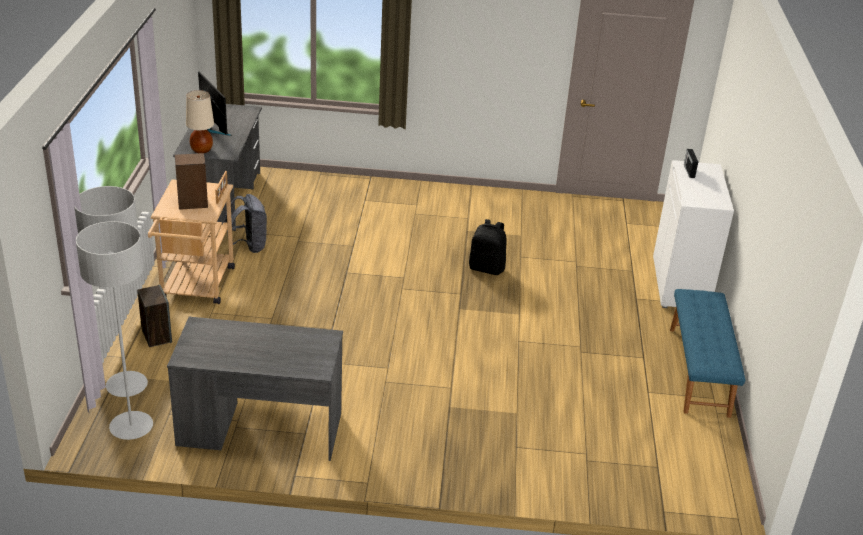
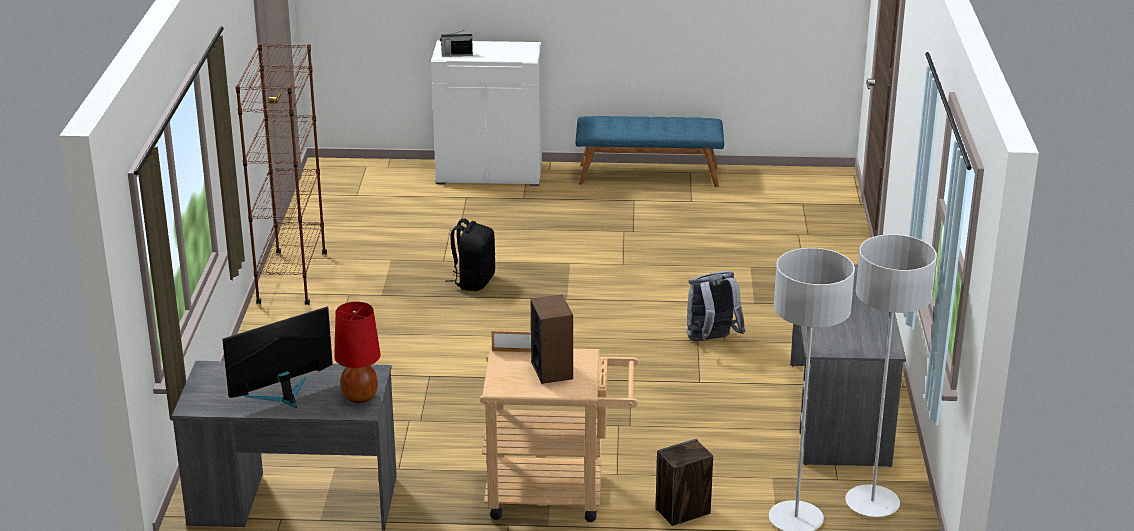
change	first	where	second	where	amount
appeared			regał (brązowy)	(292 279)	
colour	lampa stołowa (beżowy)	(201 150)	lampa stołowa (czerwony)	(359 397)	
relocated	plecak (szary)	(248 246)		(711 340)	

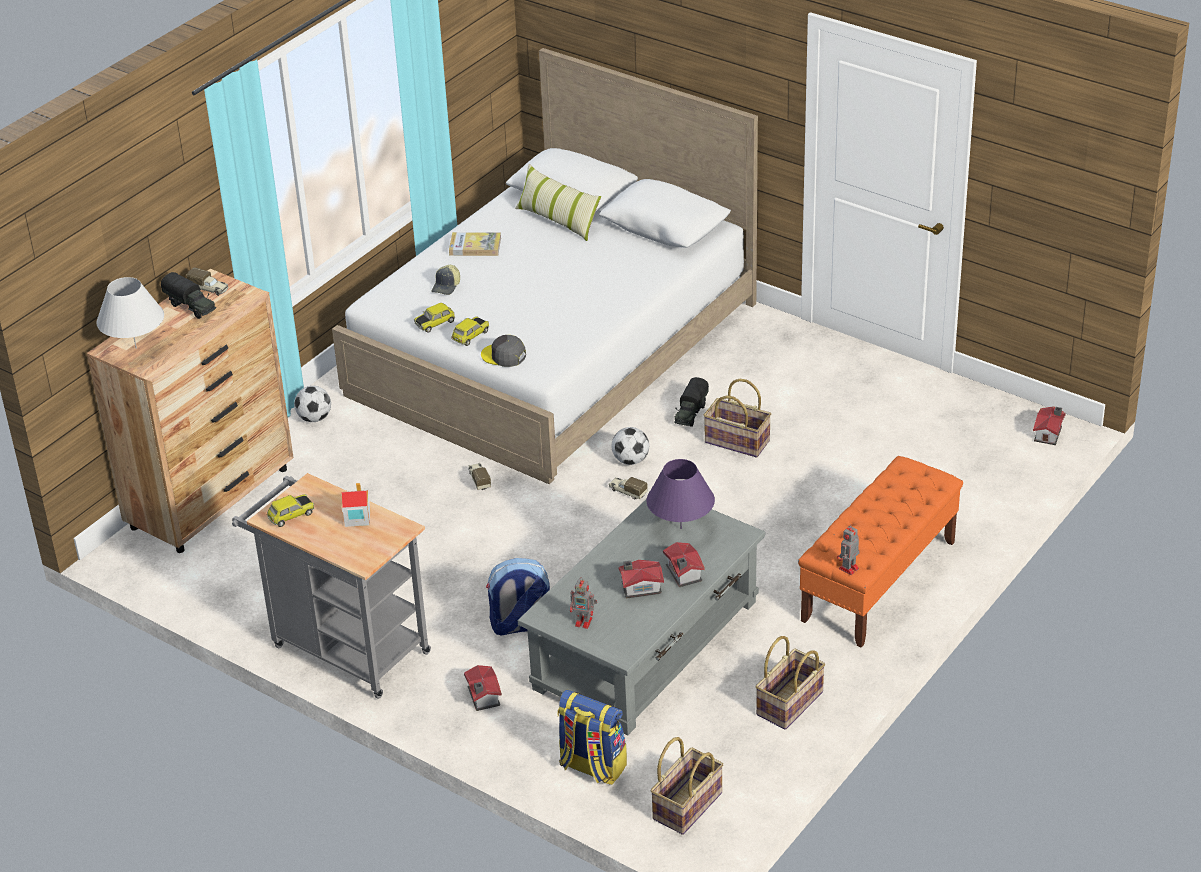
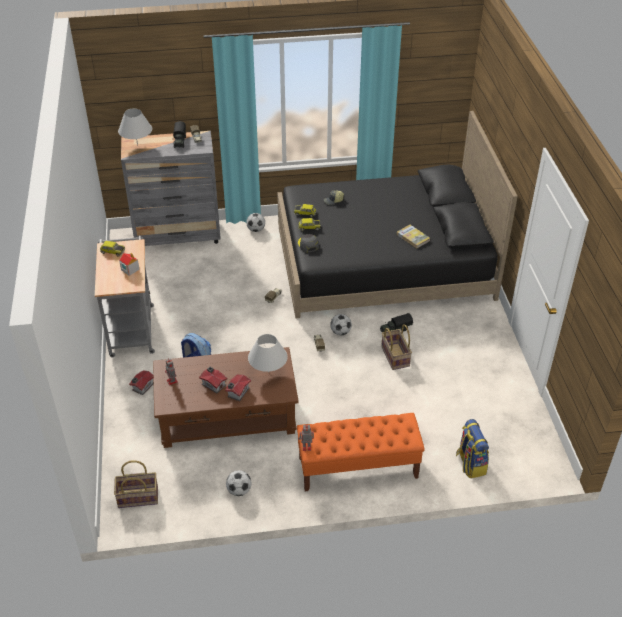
change	first	where	second	where	amount
colour	komoda (brązowy)	(212 498)	komoda (szary)	(178 236)	
colour	ława (szary)	(647 644)	ława (brązowy)	(228 416)	
exchanged	koszyk	(790 704)	piłka futbolowa	(239 490)	
colour	lampa stołowa (fioletowy)	(680 528)	lampa stołowa (biały)	(268 372)	
colour	łóżko (biały)	(554 348)	łóżko (czarny)	(383 262)	
relocated	książka	(475 246)		(413 237)	
relocated	plecak	(591 766)		(470 463)	
missing	poduszka	(558 220)			
missing	domek	(1049 434)			

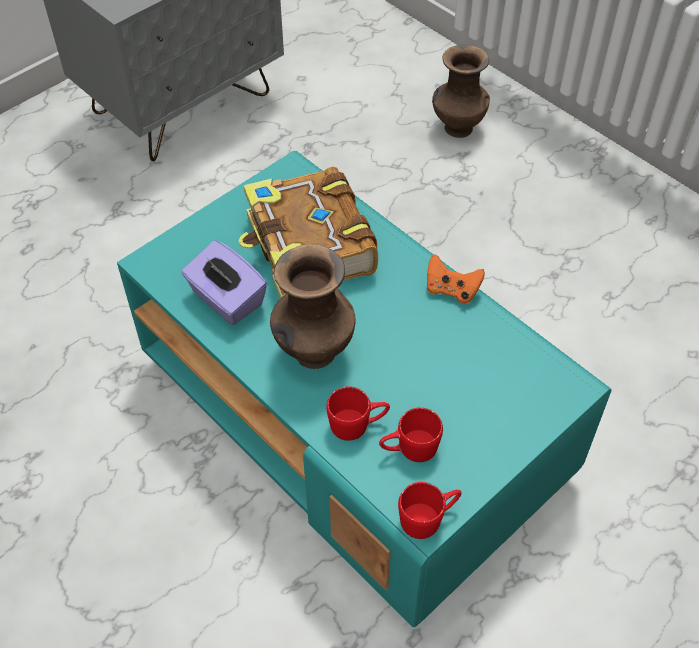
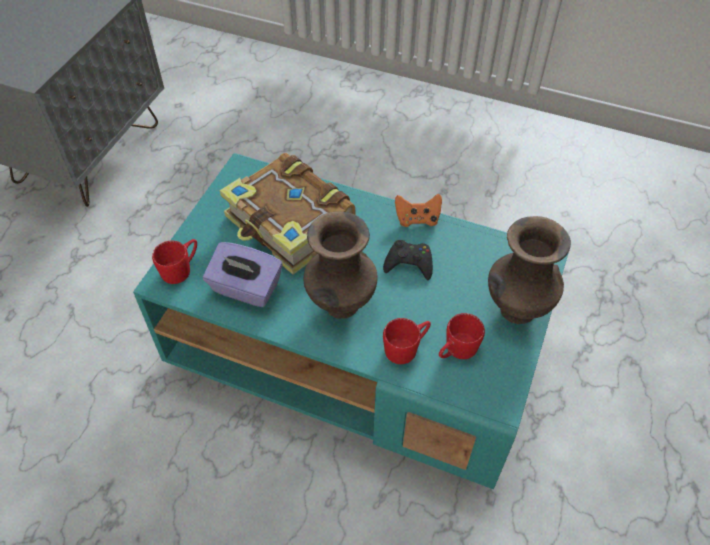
change	first	where	second	where	amount
relocated	kubek (czerwony)	(429 516)		(181 267)	
appeared			pad do gier (czarny)	(409 263)	
relocated	wazon (brązowy)	(457 128)		(516 310)	

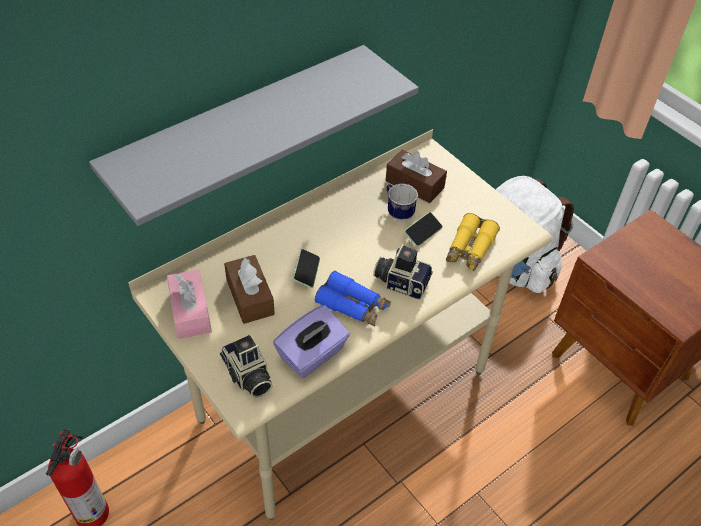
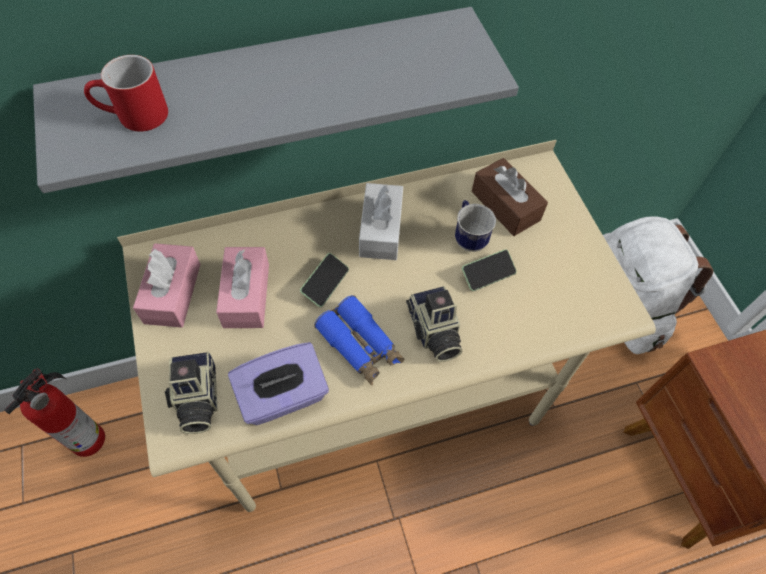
change	first	where	second	where	amount
appeared			kubek (czerwony)	(133 117)	
colour	pudełko chusteczek (brązowy)	(250 297)	pudełko chusteczek (różowy)	(246 295)	
appeared			pudełko chusteczek (biały)	(381 230)	
spun	aparat fotograficzny	(401 282)		(433 333)	150 degrees counterclockwise
missing	lornetka (żółty)	(470 249)			

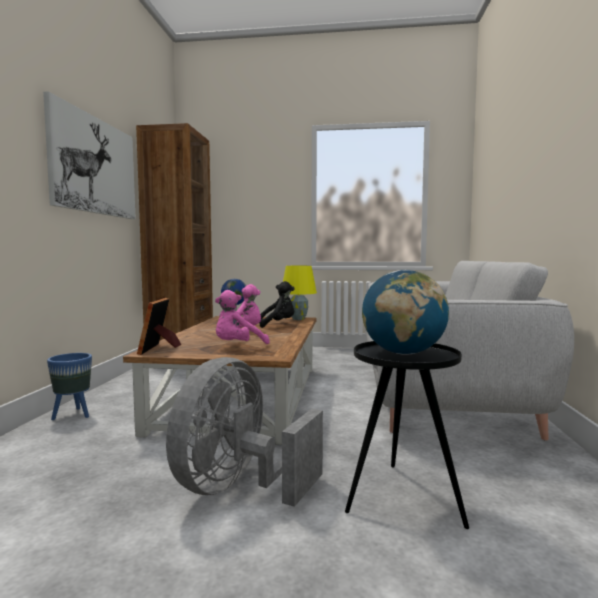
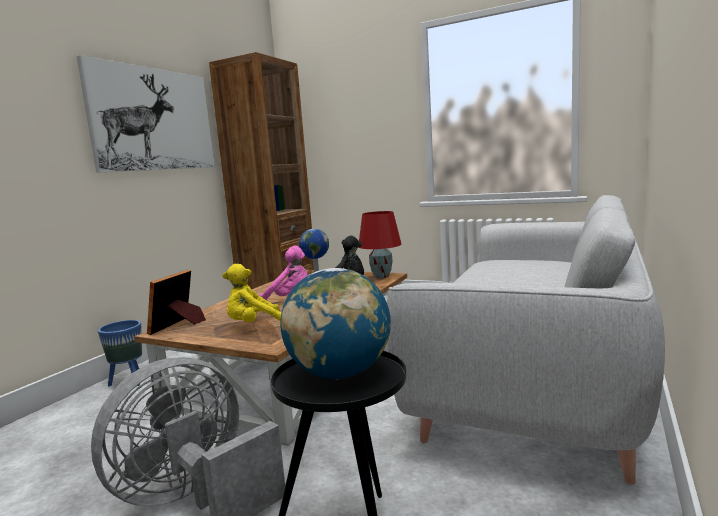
change	first	where	second	where	amount
colour	pluszak (różowy)	(238 347)	pluszak (żółty)	(255 326)	
colour	lampa stołowa (żółty)	(298 319)	lampa stołowa (czerwony)	(381 276)	

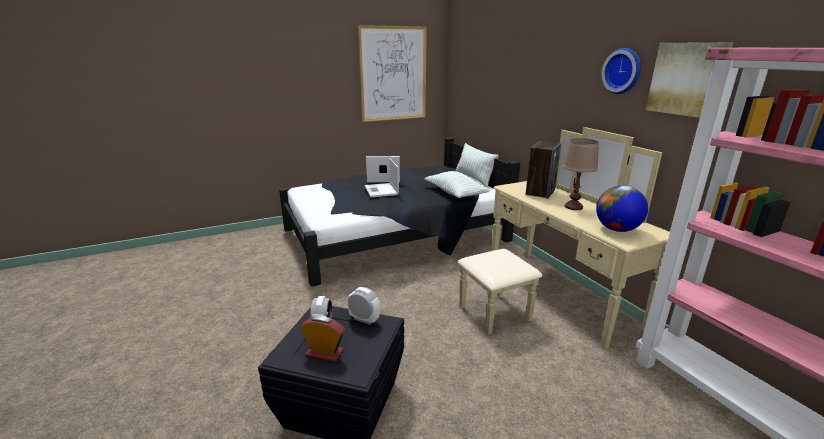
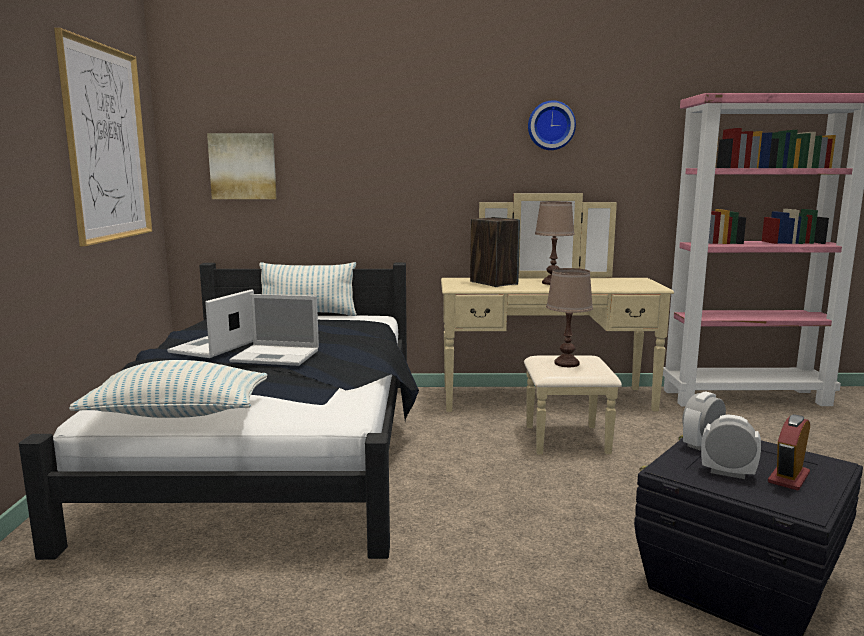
change	first	where	second	where	amount
relocated	poduszka	(455 193)		(178 414)	
relocated	obraz	(687 79)		(243 166)	
appeared			lampa stołowa (brązowy)	(567 363)	
missing	globus	(617 229)			

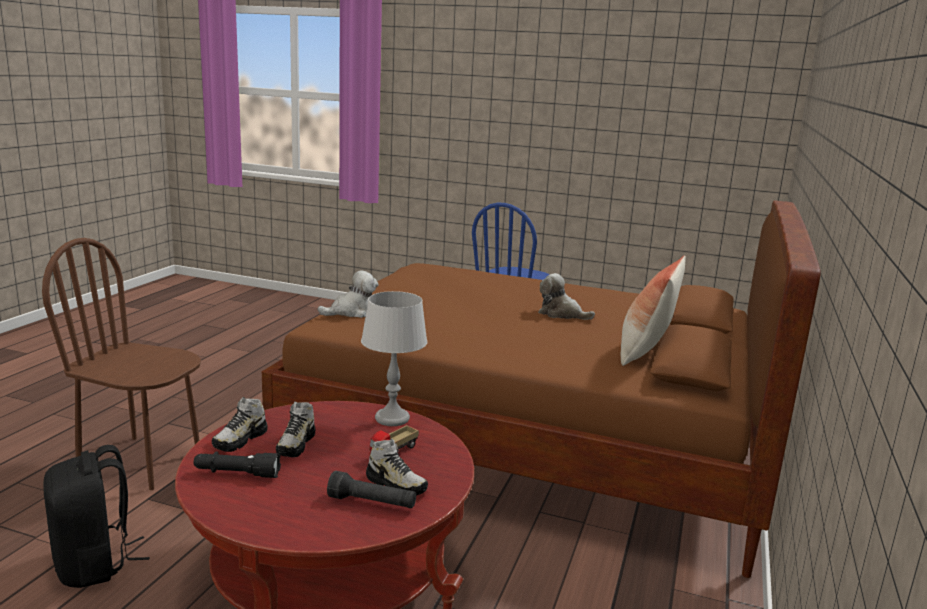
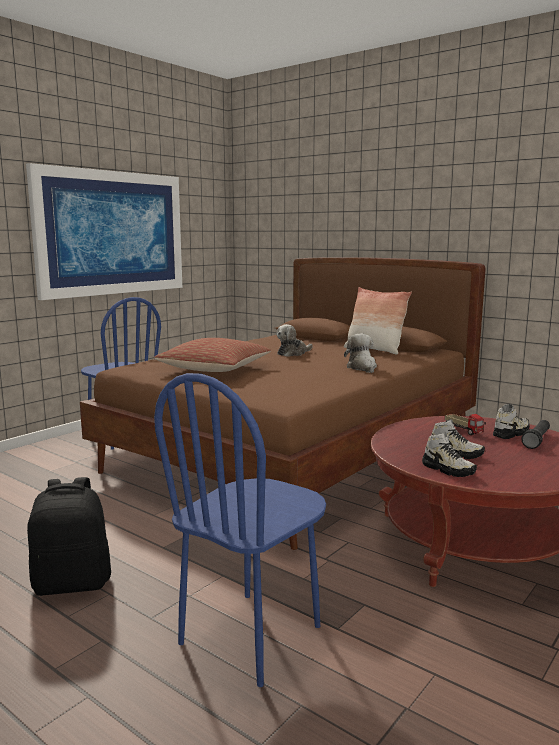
change	first	where	second	where	amount
appeared			obraz	(111 233)	
relocated	plecak (czarny)	(95 564)		(73 583)	
appeared			poduszka	(215 369)	
colour	krzesło (brązowy)	(141 463)	krzesło (niebieski)	(251 635)	
relocated	pluszak	(352 312)		(362 368)	
missing	latarka (czarny)	(237 473)			
missing	lampa stołowa (szary)	(391 418)			

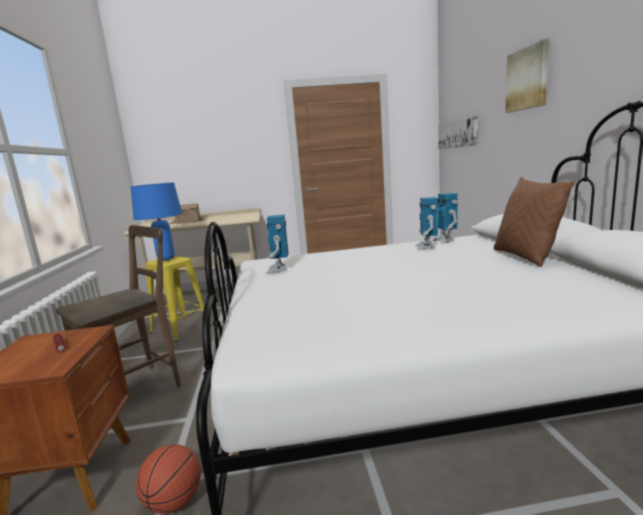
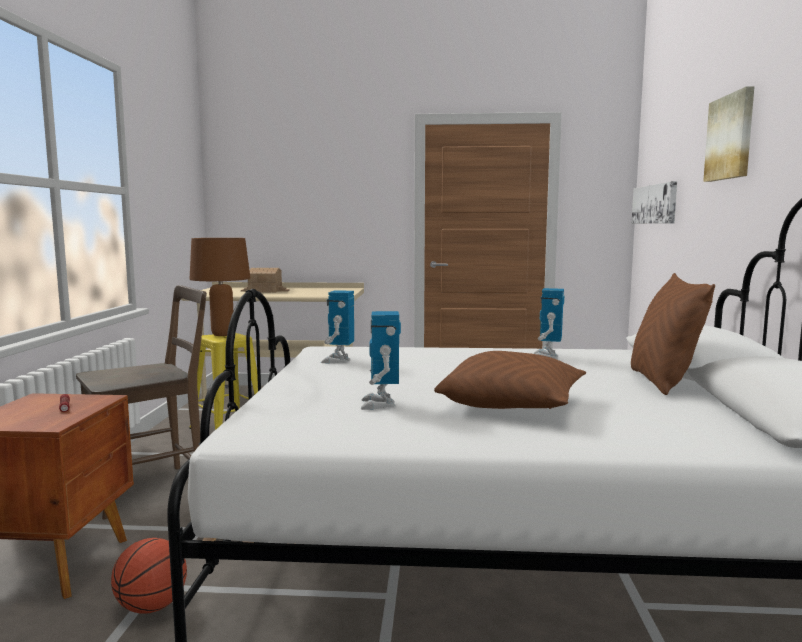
change	first	where	second	where	amount
colour	lampa stołowa (niebieski)	(166 259)	lampa stołowa (brązowy)	(223 334)	
relocated	robot zabawkowy	(445 240)		(380 404)	
appeared			poduszka (brązowy)	(512 404)	

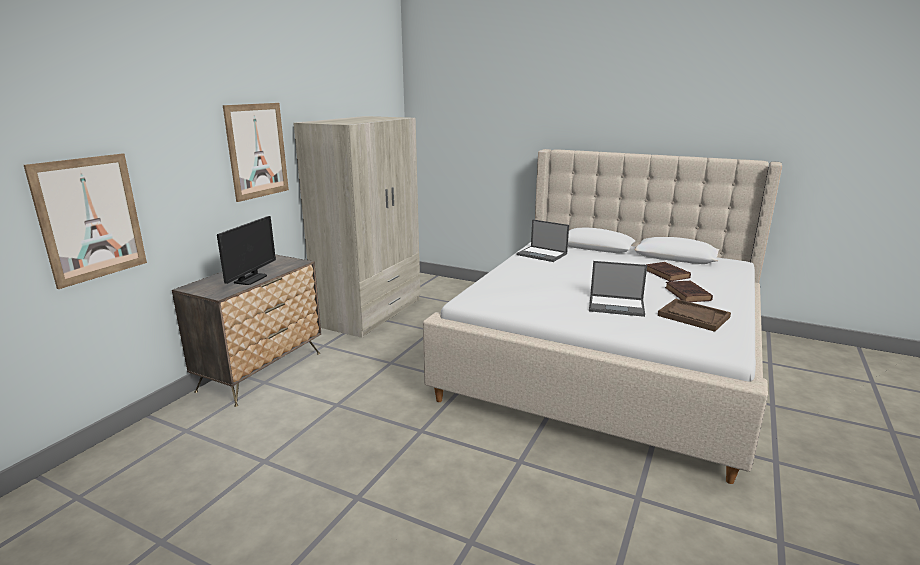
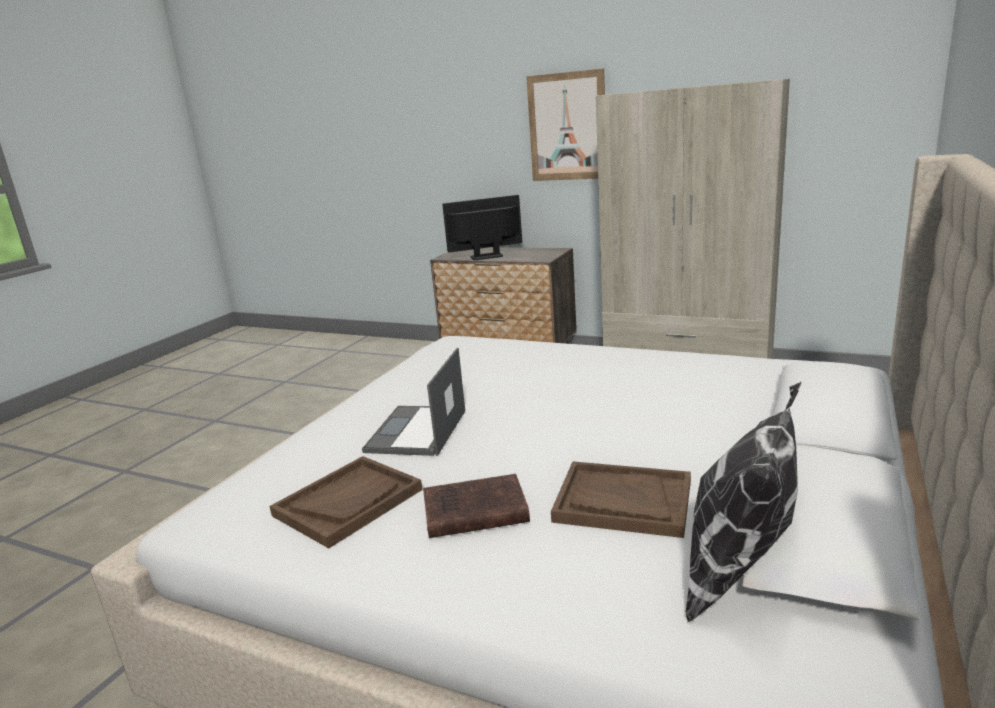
change	first	where	second	where	amount
spun	monitor	(250 279)		(486 256)	150 degrees clockwise
exchanged	książka (brązowy)	(667 274)	taca (brązowy)	(622 501)	
appeared			poduszka	(741 572)	
missing	obraz	(90 218)			
missing	laptop	(542 254)			

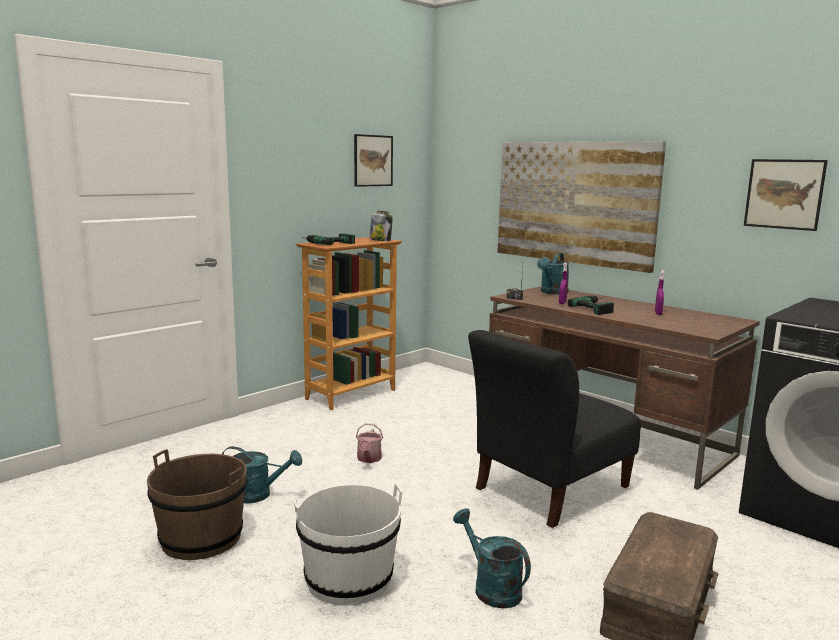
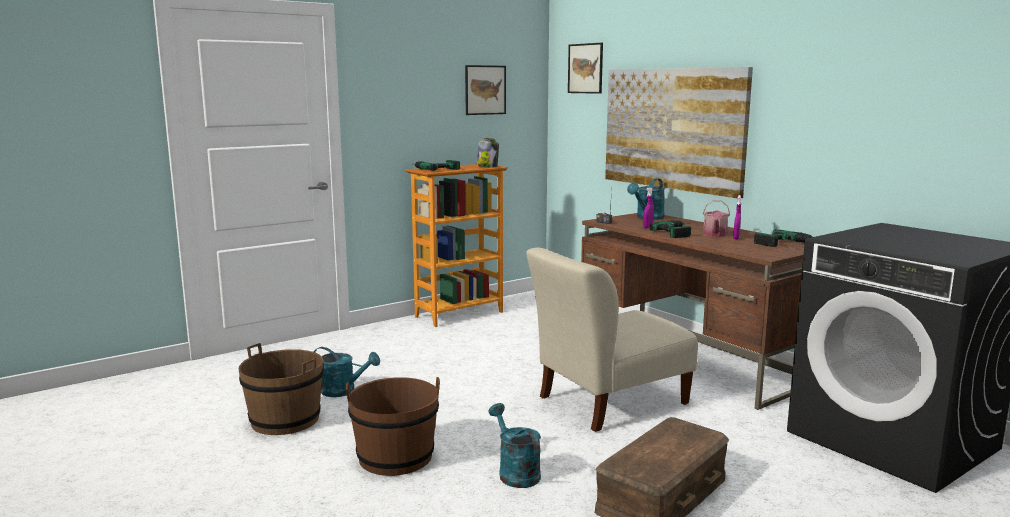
change	first	where	second	where	amount
colour	wiadro (biały)	(349 578)	wiadro (brązowy)	(395 457)	
colour	krzesło (czarny)	(548 490)	krzesło (beżowy)	(608 402)	
relocated	obraz	(784 194)		(585 68)	
relocated	konewka	(368 459)		(715 235)	
appeared			wiertarka	(788 244)	

